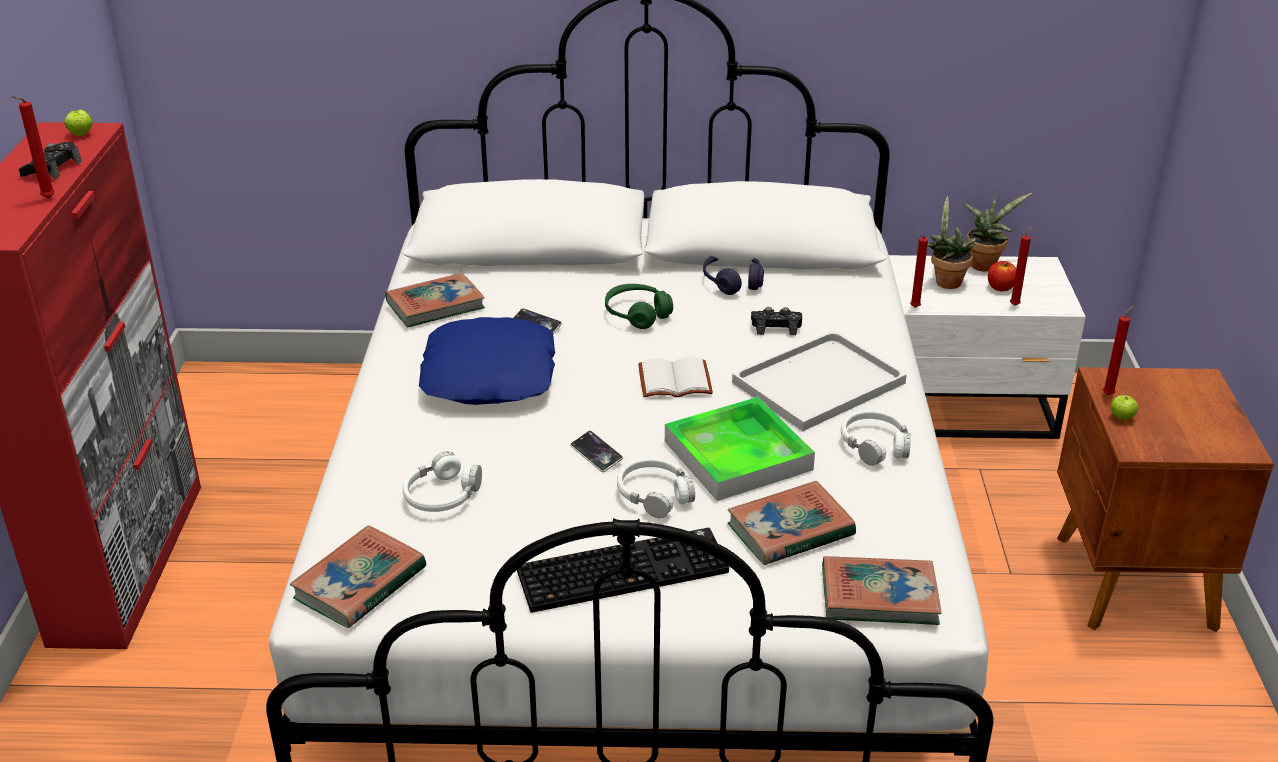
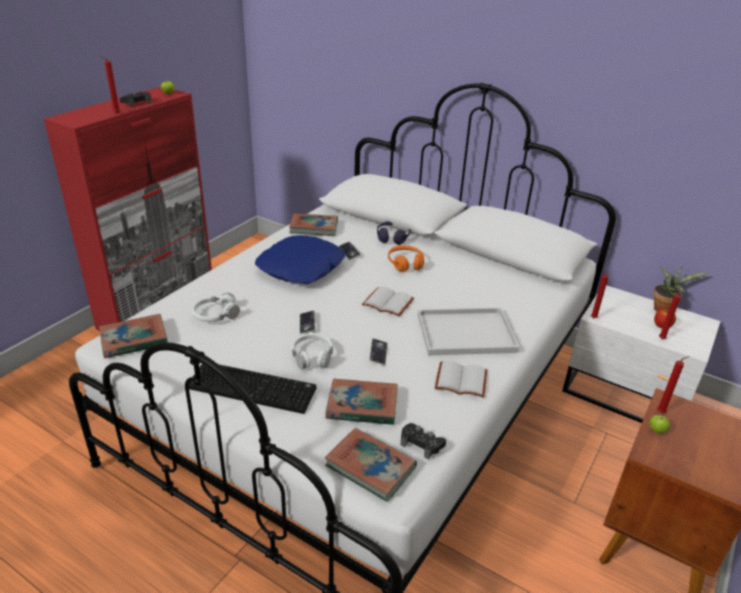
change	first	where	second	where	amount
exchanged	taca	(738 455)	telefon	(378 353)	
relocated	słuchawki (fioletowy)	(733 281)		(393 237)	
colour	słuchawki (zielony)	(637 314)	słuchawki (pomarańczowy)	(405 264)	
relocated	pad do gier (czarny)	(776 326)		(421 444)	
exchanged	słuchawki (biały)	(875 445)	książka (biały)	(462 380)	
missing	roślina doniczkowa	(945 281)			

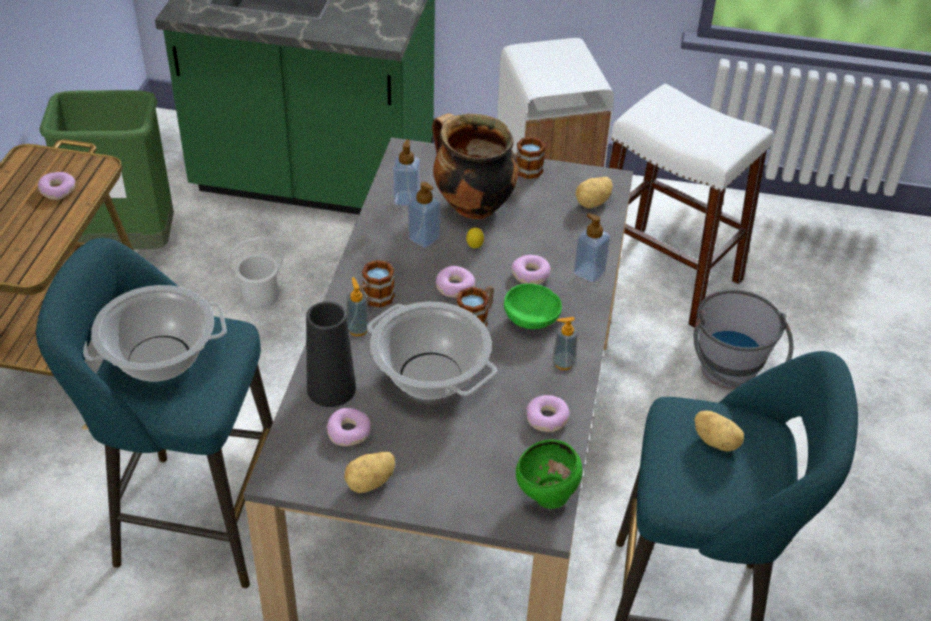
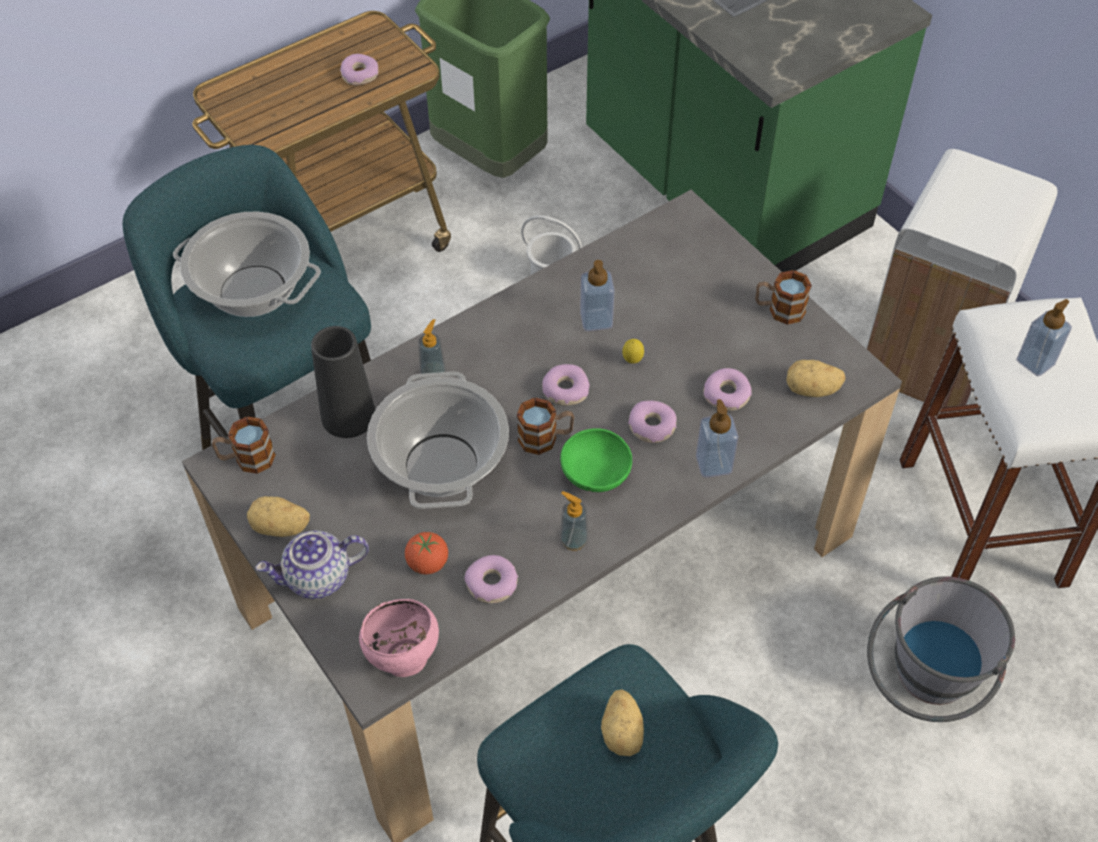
change	first	where	second	where	amount
relocated	kubek	(374 300)		(246 459)	
appeared			imbryk	(317 578)	
colour	miska (zielony)	(546 497)	miska (różowy)	(402 658)	
appeared			pomidor	(428 563)	
relocated	donut	(349 432)		(727 395)	
relocated	dozownik mydła	(406 199)		(1035 362)	
missing	garnek	(471 206)			

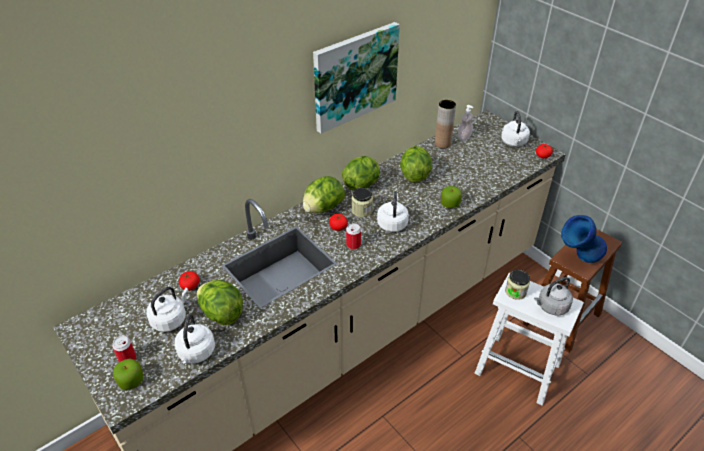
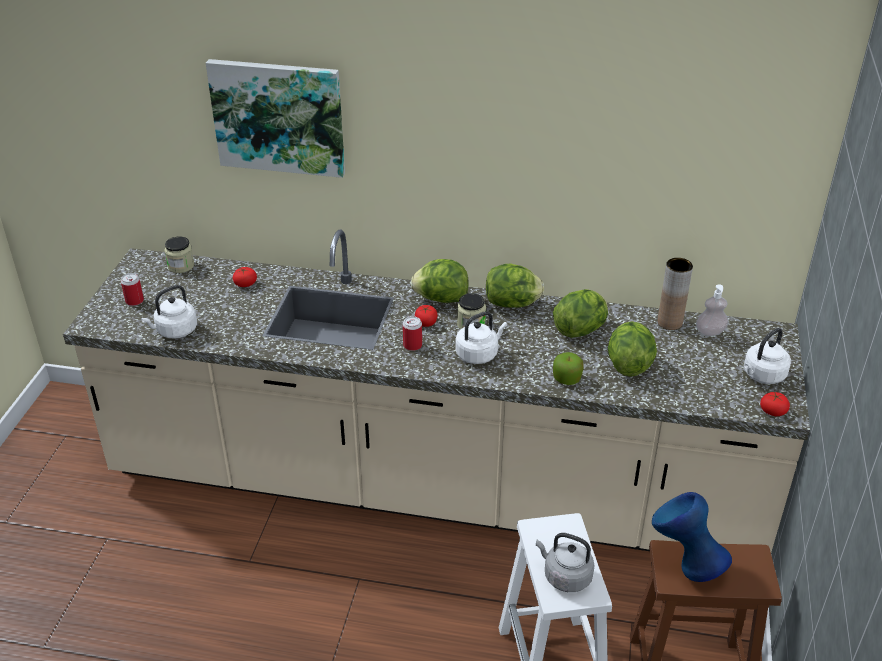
change	first	where	second	where	amount
relocated	słoik	(515 291)		(181 266)	
relocated	obraz	(354 76)		(279 117)	
relocated	sałata	(221 313)		(628 364)	
missing	jabłko	(131 381)			
missing	czajnik (biały)	(170 319)			

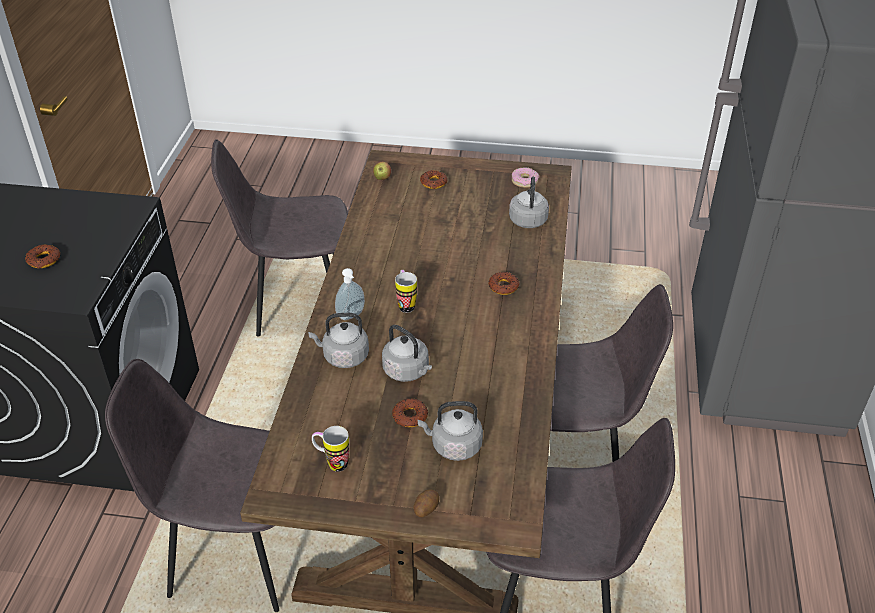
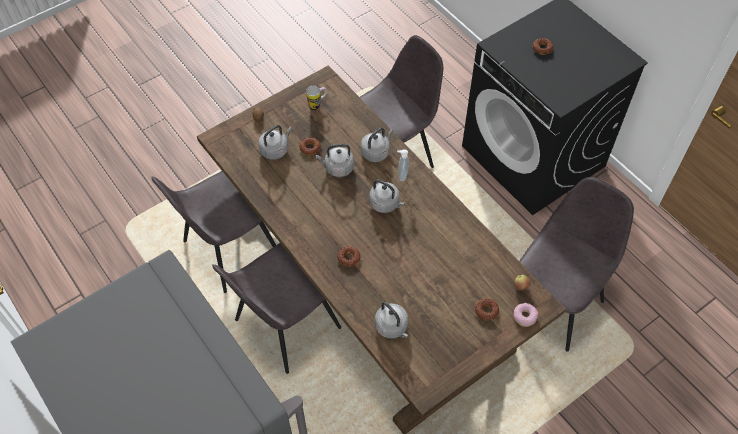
change	first	where	second	where	amount
exchanged	kubek	(405 304)	czajnik (szary)	(385 204)	
relocated	donut	(524 181)		(525 316)	

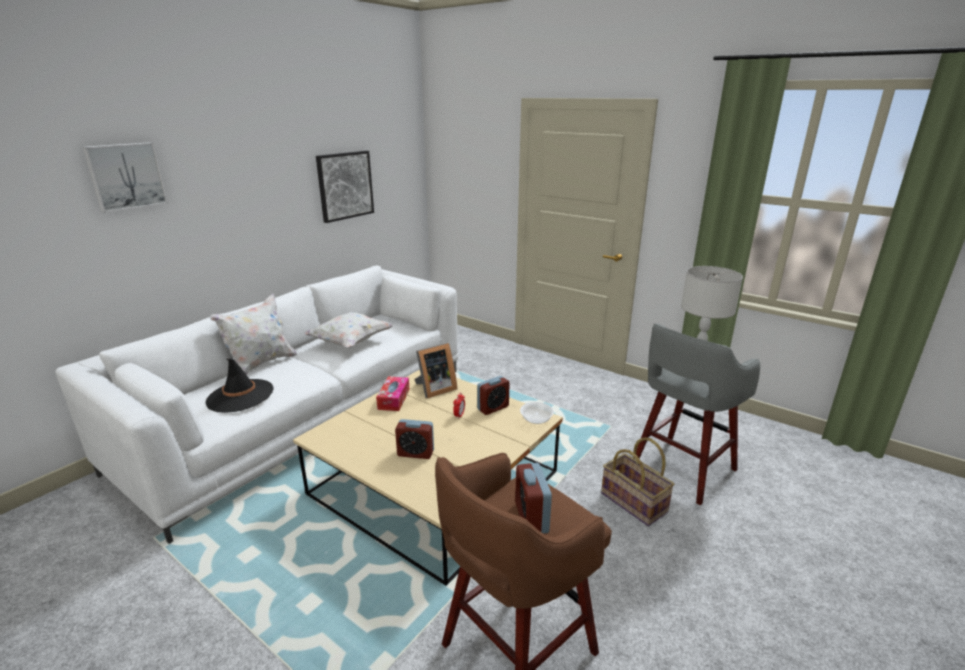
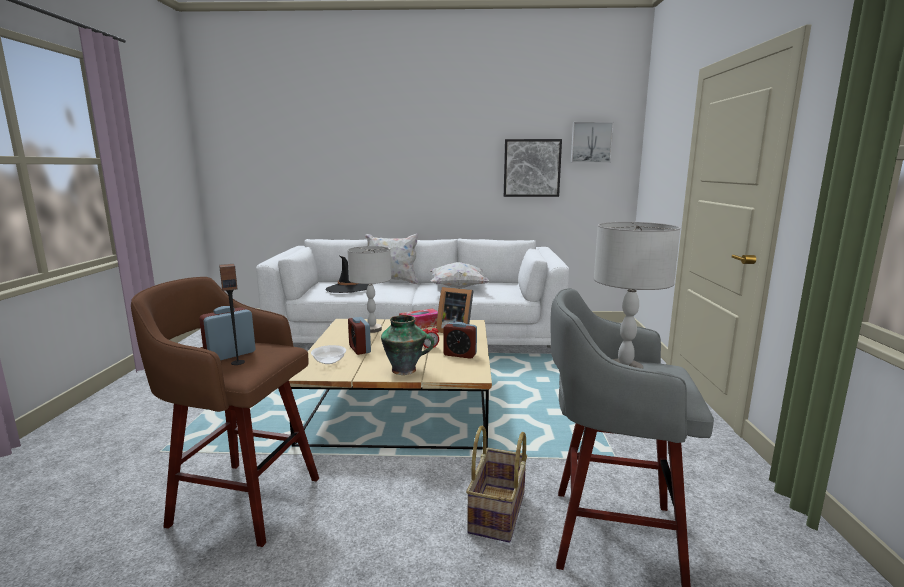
change	first	where	second	where	amount
appeared			głośnik	(238 362)	
relocated	miska	(536 419)		(329 361)	
appeared			lampa stołowa (szary)	(372 329)	
appeared			wazon	(405 370)	
relocated	obraz	(126 176)		(591 142)	

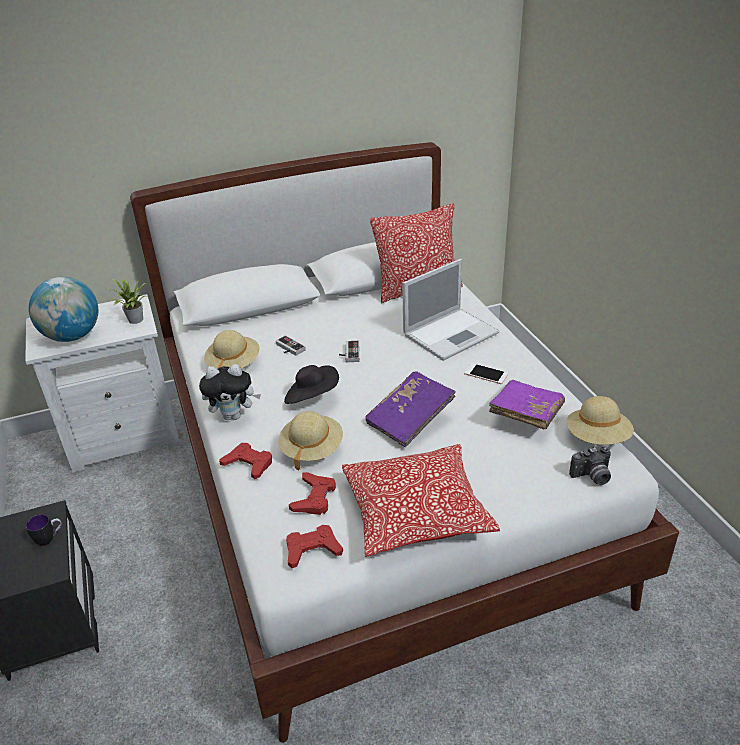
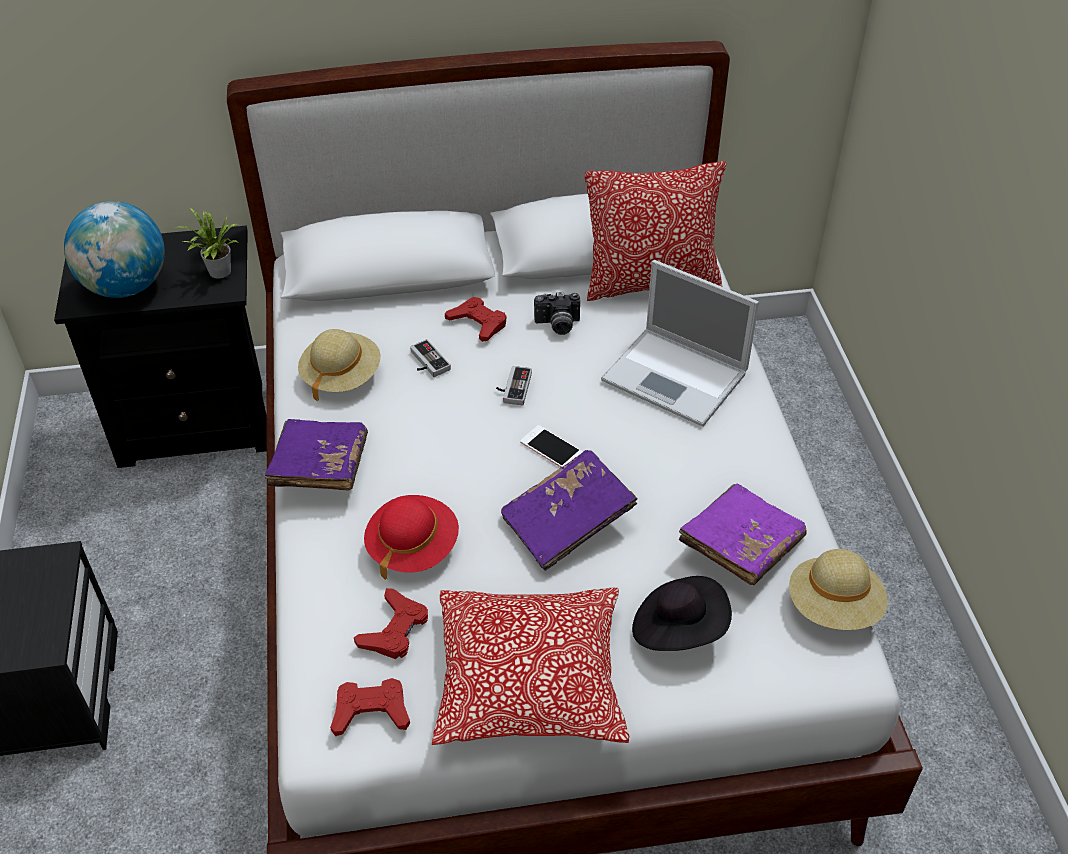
change	first	where	second	where	amount
colour	szafka nocna (biały)	(125 436)	szafka nocna (czarny)	(199 422)	
exchanged	pluszak	(234 415)	książka (fioletowy)	(320 468)	
colour	kapelusz (beżowy)	(311 449)	kapelusz (czerwony)	(413 547)	
relocated	pad do gier (czerwony)	(248 464)		(478 323)	
relocated	telefon	(486 374)		(552 448)	
relocated	aparat fotograficzny	(592 477)		(557 325)	
spun	laptop	(452 333)		(677 377)	60 degrees clockwise
relocated	kapelusz (czarny)	(312 397)		(678 629)	
missing	kubek	(49 539)			

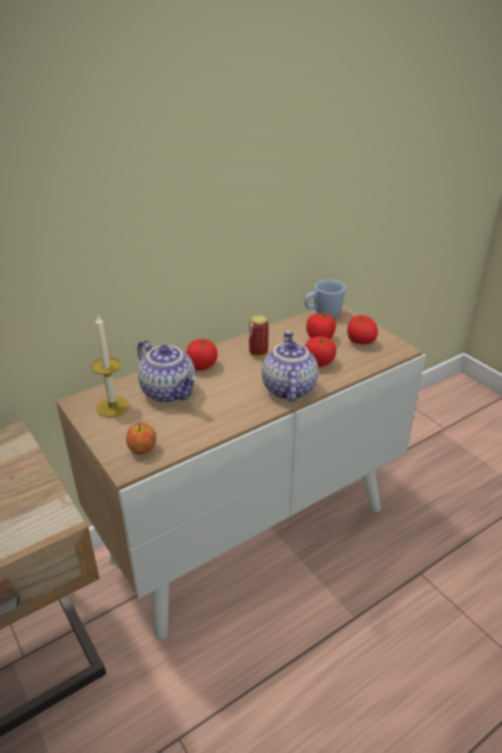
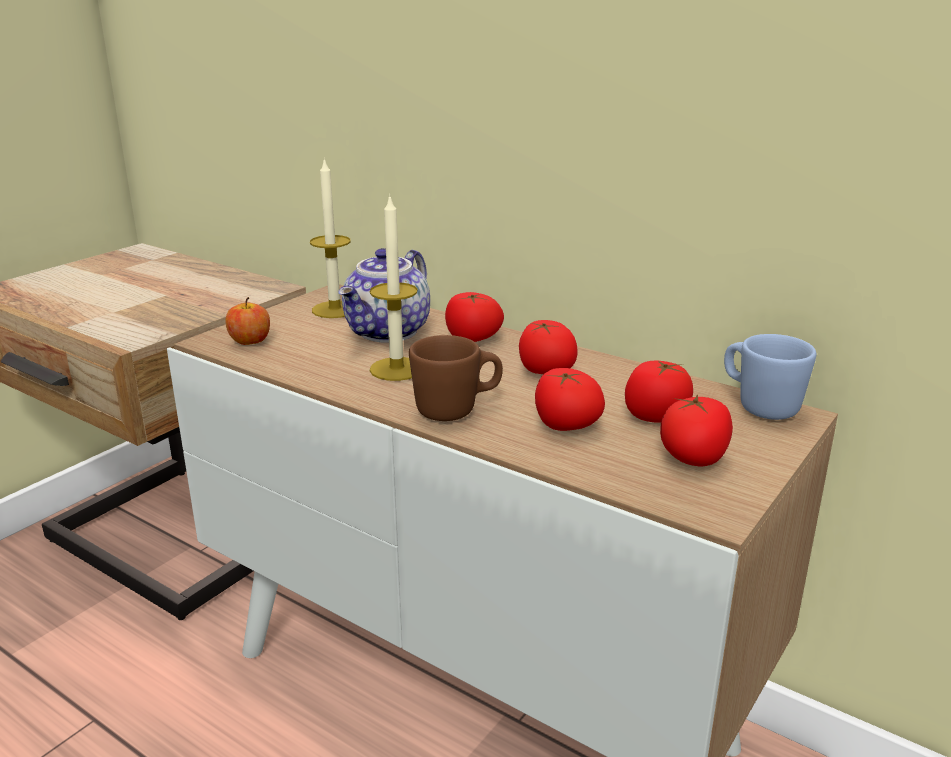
change	first	where	second	where	amount
appeared			świeca	(396 369)	
exchanged	imbryk	(287 388)	kubek (brązowy)	(457 410)	
exchanged	puszka	(258 354)	pomidor	(546 371)	

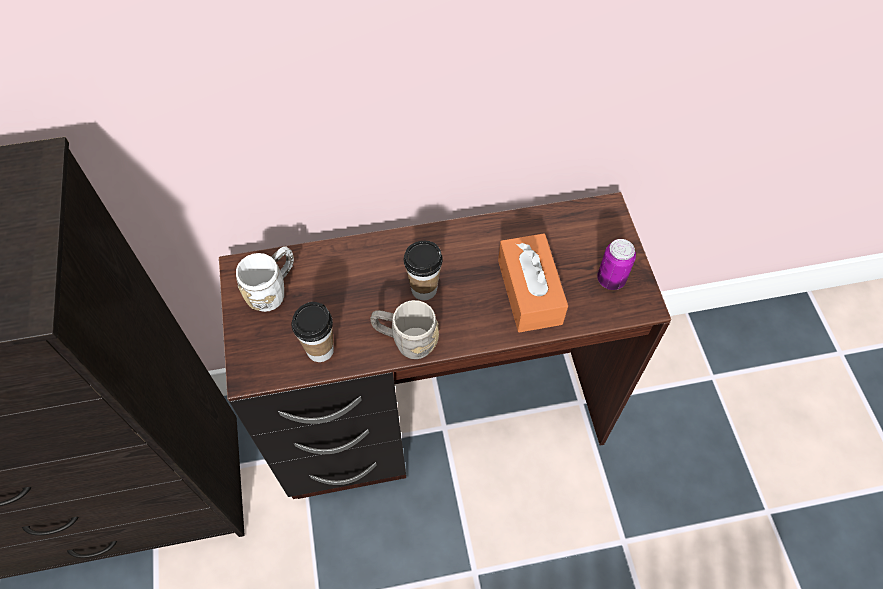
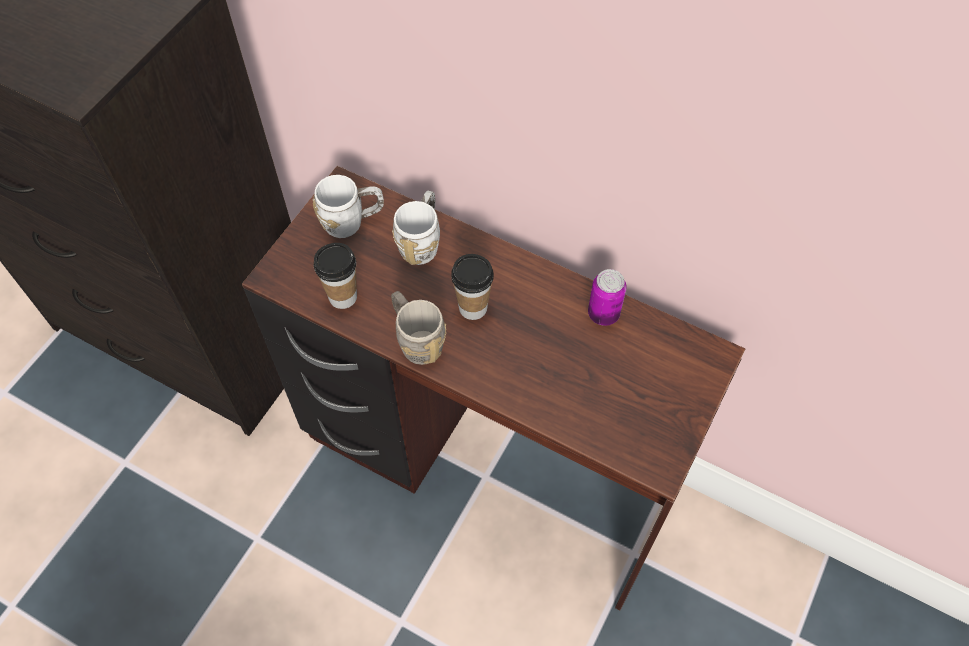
change	first	where	second	where	amount
appeared			kubek (biały)	(422 242)	
relocated	puszka	(611 279)		(603 314)	
missing	pudełko chusteczek (pomarańczowy)	(529 292)			

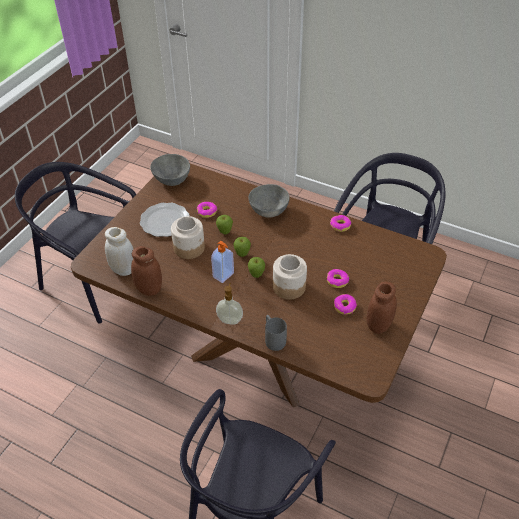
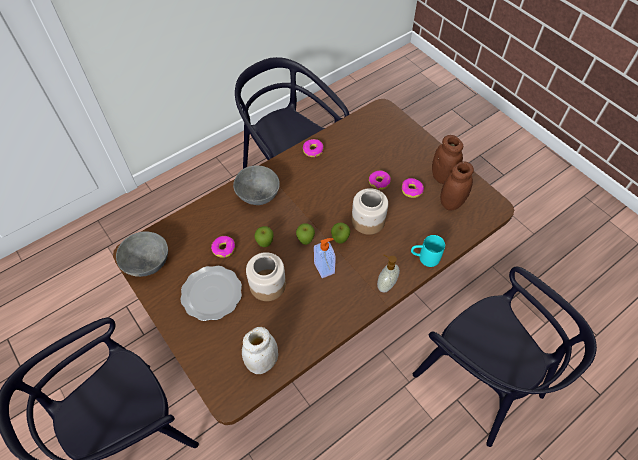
change	first	where	second	where	amount
colour	kubek (szary)	(273 338)	kubek (turkusowy)	(424 258)	
relocated	słoik (brązowy)	(149 289)		(451 203)	

